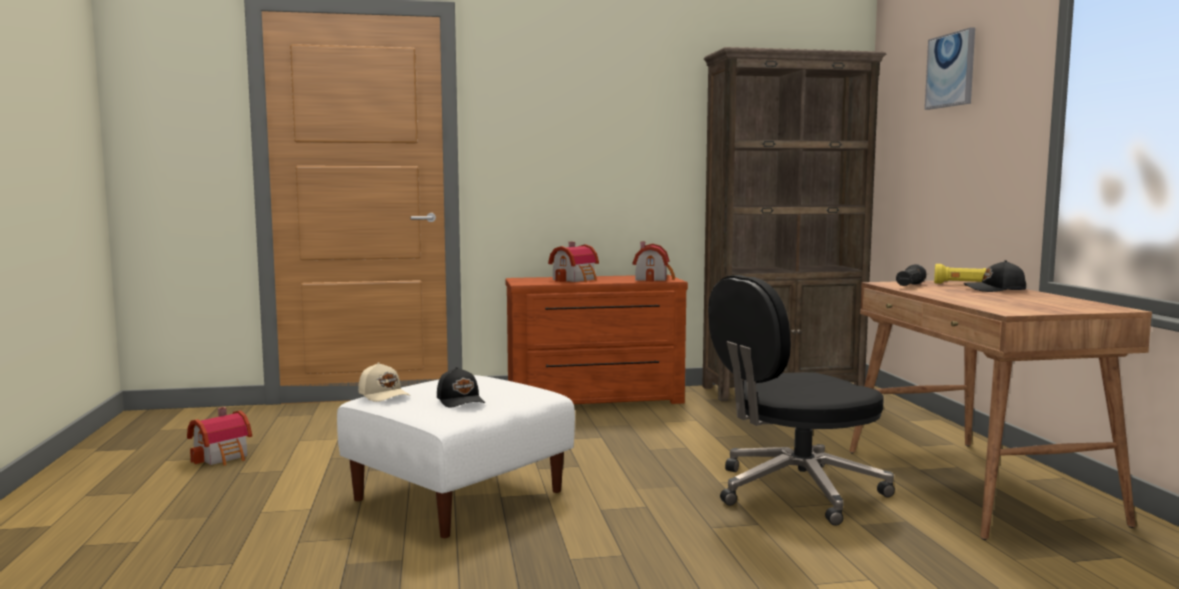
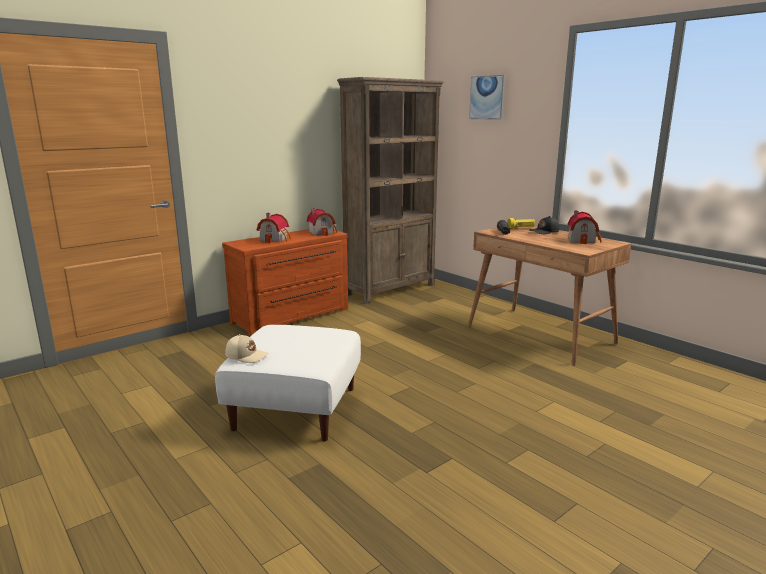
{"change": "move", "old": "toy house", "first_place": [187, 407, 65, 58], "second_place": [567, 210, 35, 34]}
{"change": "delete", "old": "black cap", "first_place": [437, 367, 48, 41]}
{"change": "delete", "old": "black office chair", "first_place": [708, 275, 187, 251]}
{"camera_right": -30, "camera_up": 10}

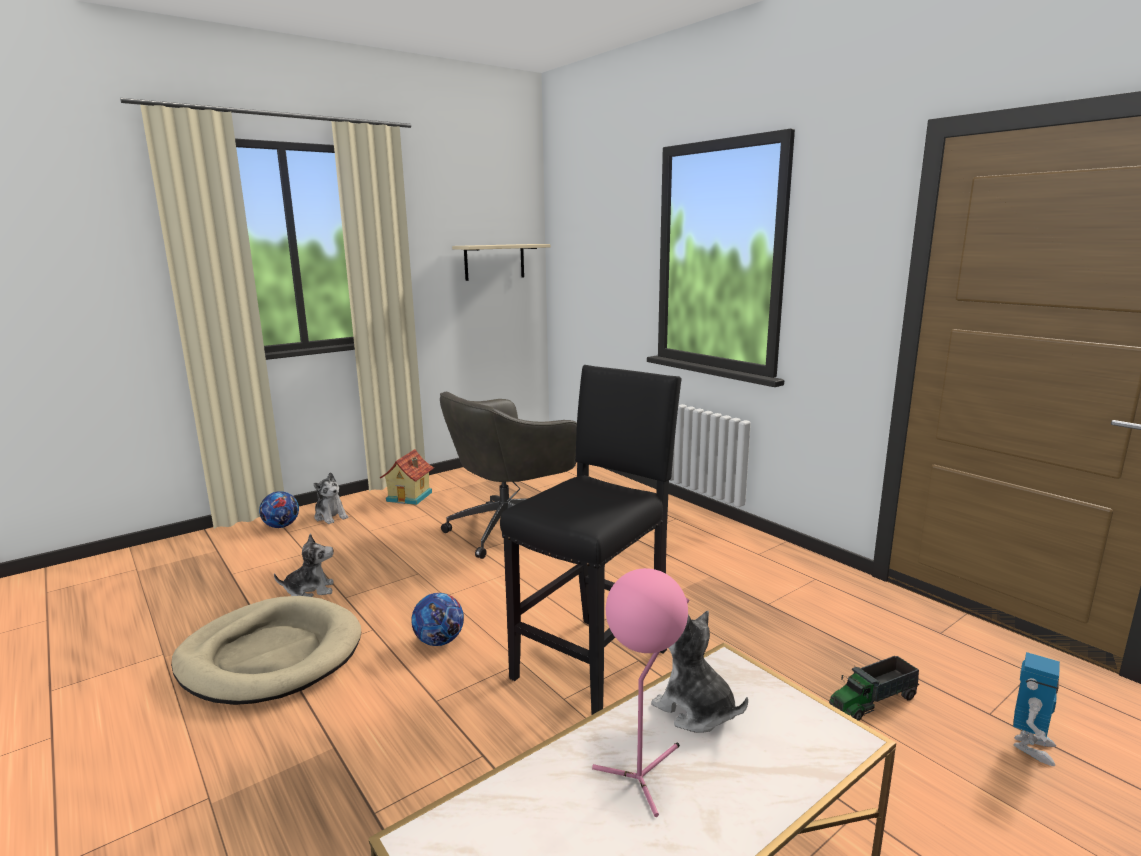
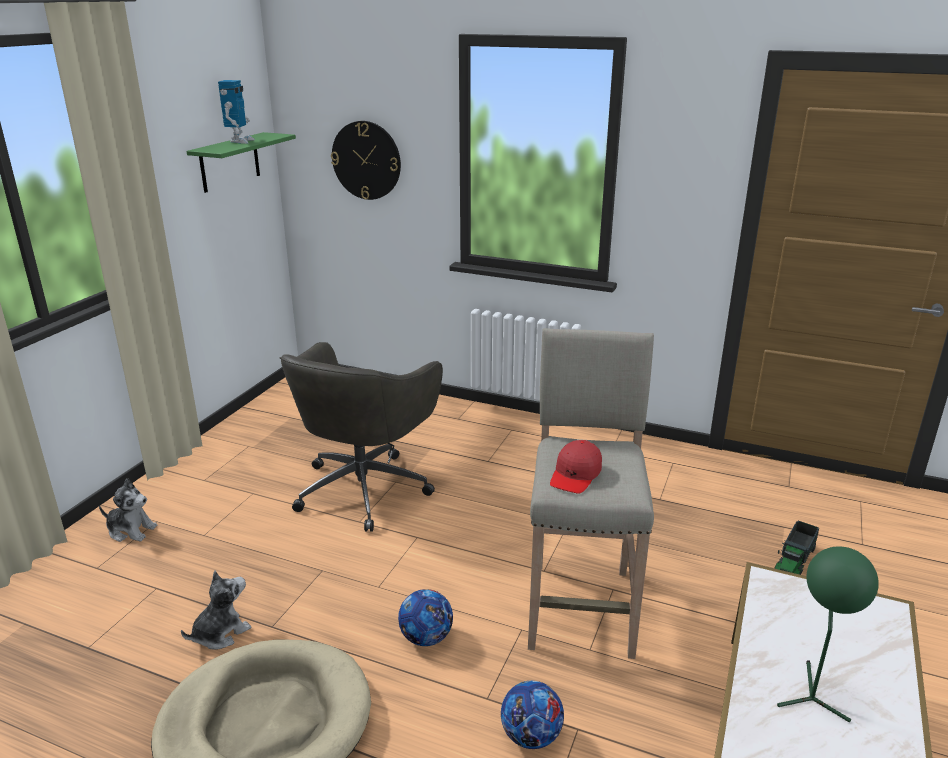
{"change": "recolor", "old": "beige shelf", "new": "green shelf", "first_place": [452, 244, 99, 37], "second_place": [187, 132, 109, 61]}
{"change": "move", "old": "toy robot", "first_place": [1013, 652, 47, 114], "second_place": [218, 80, 37, 64]}
{"change": "insert", "new": "wall clock", "second_place": [331, 121, 70, 79]}
{"change": "move", "old": "football", "first_place": [259, 491, 40, 37], "second_place": [501, 681, 63, 68]}
{"change": "recolor", "old": "black stool", "new": "beige stool", "first_place": [500, 365, 182, 350], "second_place": [528, 328, 126, 331]}
{"change": "insert", "new": "red cap", "second_place": [550, 440, 52, 54]}
{"change": "recolor", "old": "pink table lamp", "new": "green table lamp", "first_place": [592, 568, 97, 249], "second_place": [777, 547, 102, 176]}
{"change": "delete", "old": "toy house", "first_place": [380, 449, 54, 56]}
{"change": "delete", "old": "plush toy", "first_place": [651, 611, 97, 122]}
{"camera_right": -30, "camera_up": 10}

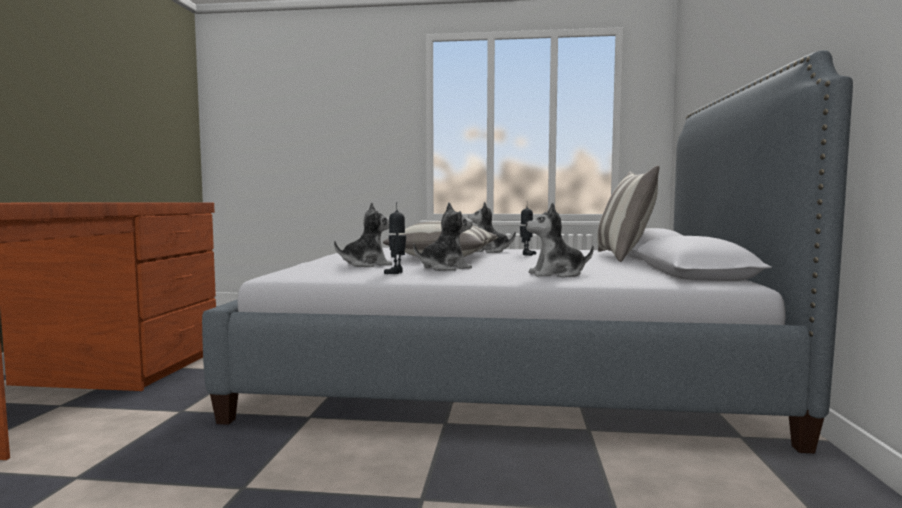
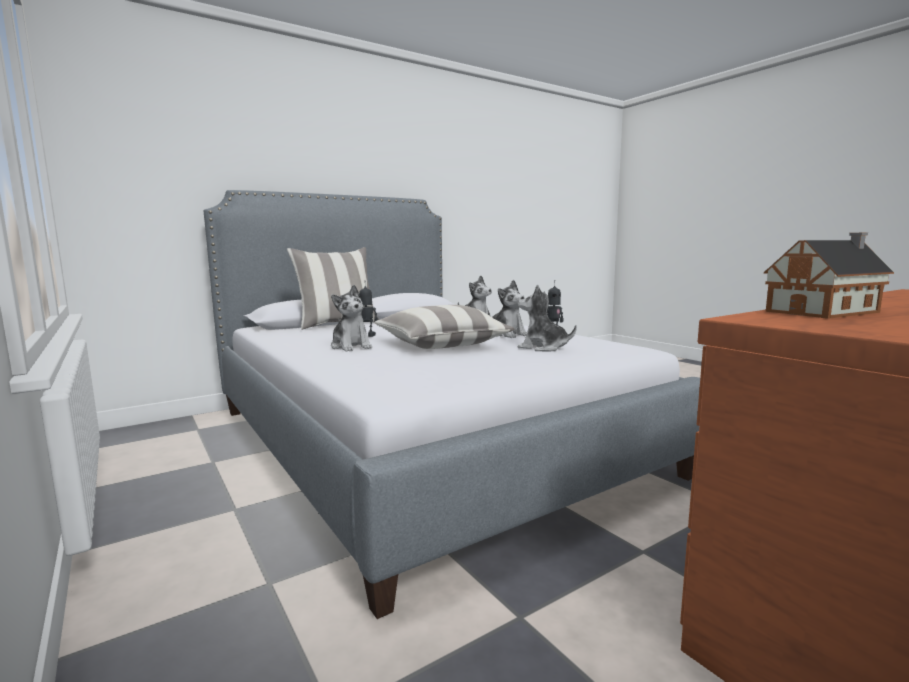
{"change": "rotate", "old": "plush toy", "first_place": [413, 202, 60, 69], "second_place": [488, 280, 39, 58], "degrees": -150}
{"change": "insert", "new": "toy house", "second_place": [764, 233, 130, 86]}
{"camera_right": -130, "camera_up": 5}

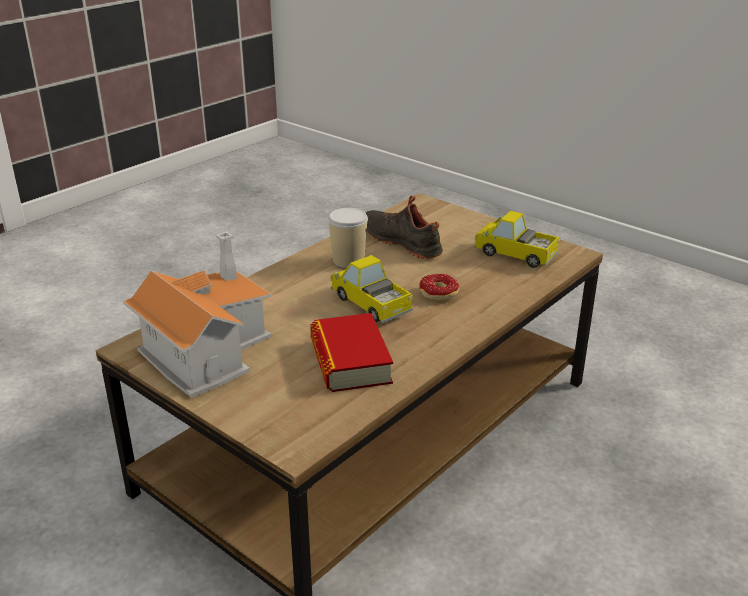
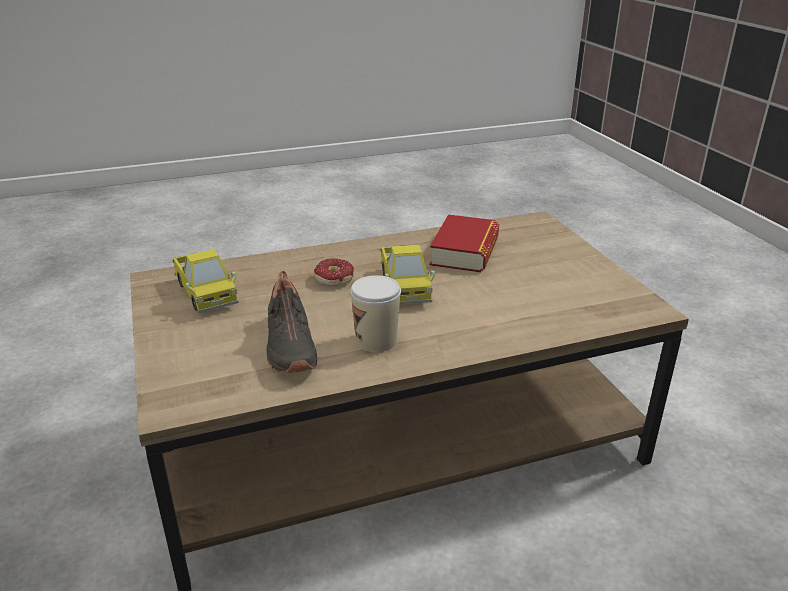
{"change": "delete", "old": "toy house", "first_place": [123, 232, 149, 166]}
{"camera_right": -150, "camera_up": 0}

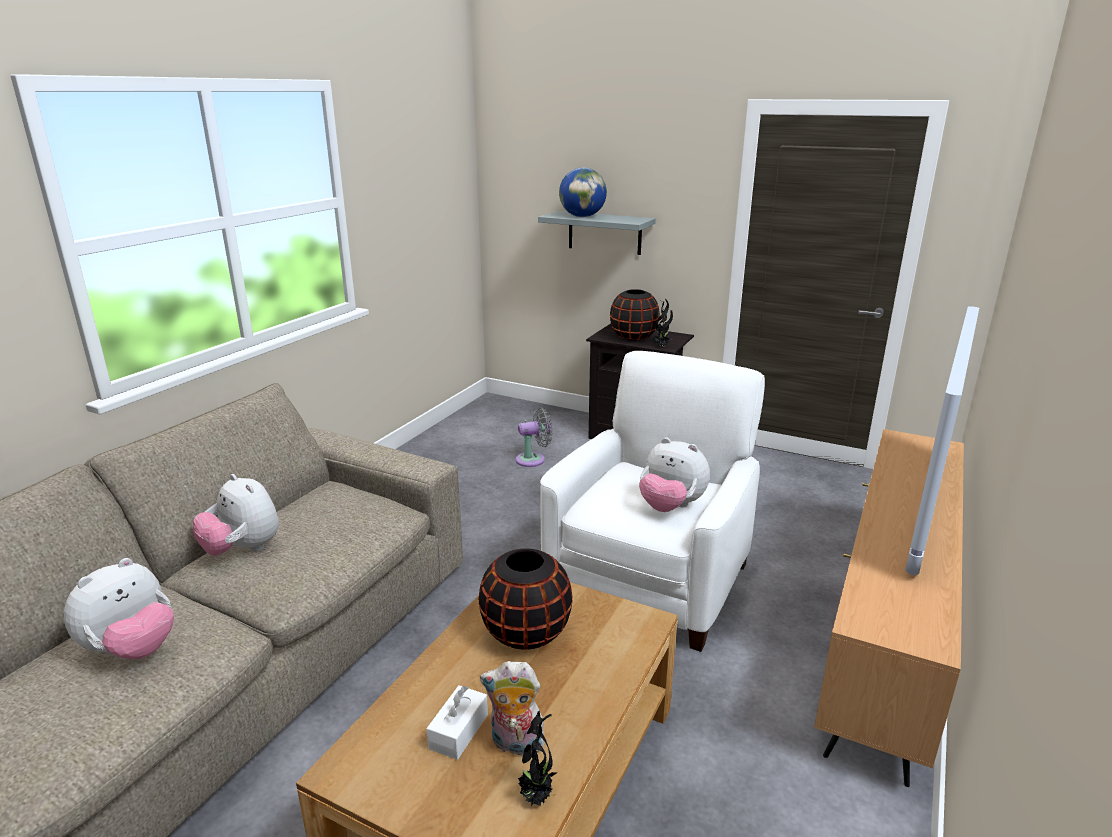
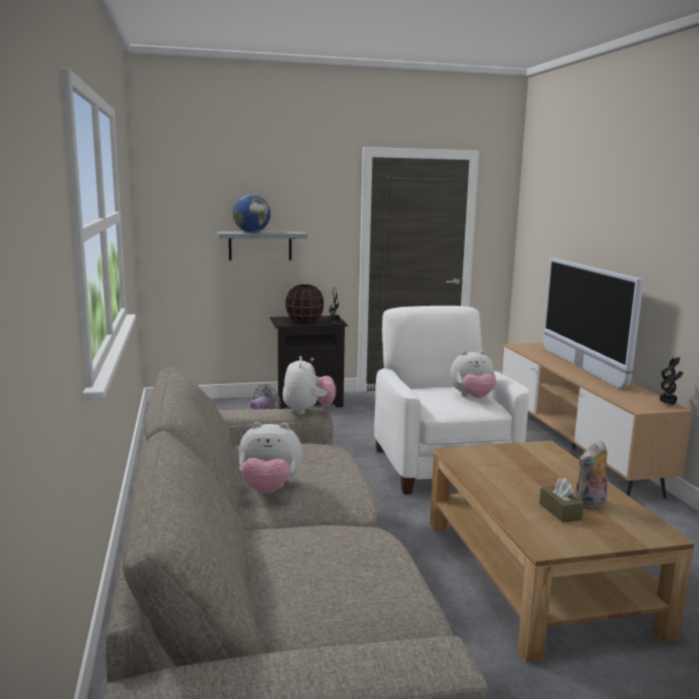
{"change": "move", "old": "plush toy", "first_place": [64, 558, 110, 101], "second_place": [282, 356, 54, 59]}
{"change": "recolor", "old": "white tissue box", "new": "brown tissue box", "first_place": [426, 685, 62, 75], "second_place": [539, 478, 45, 45]}
{"change": "move", "old": "potted plant", "first_place": [518, 710, 40, 96], "second_place": [660, 357, 23, 49]}
{"change": "delete", "old": "black vase", "first_place": [478, 548, 95, 102]}
{"camera_right": -40, "camera_up": -10}

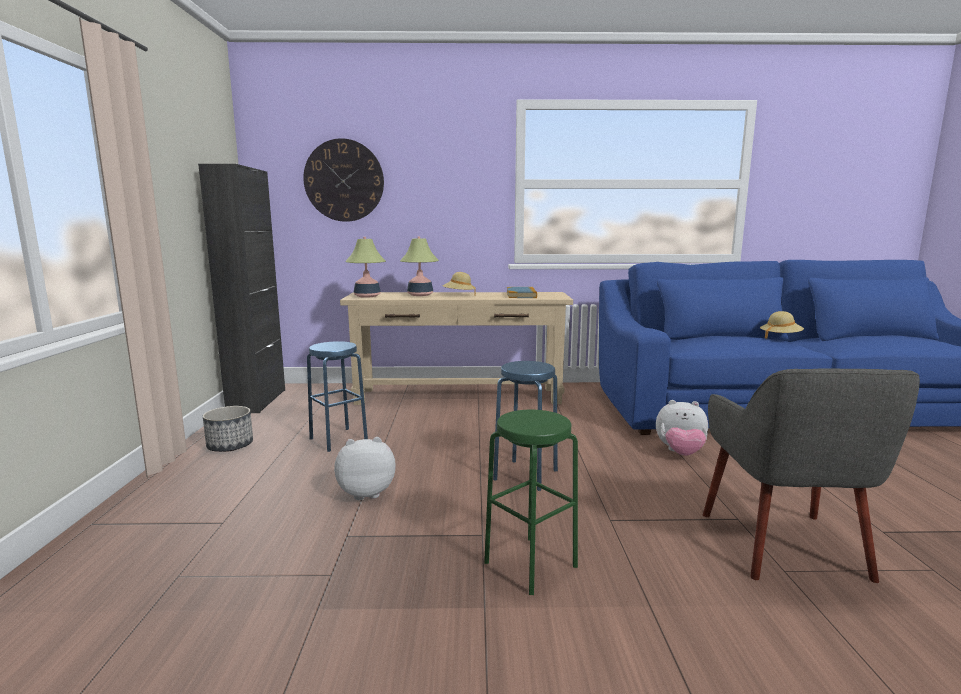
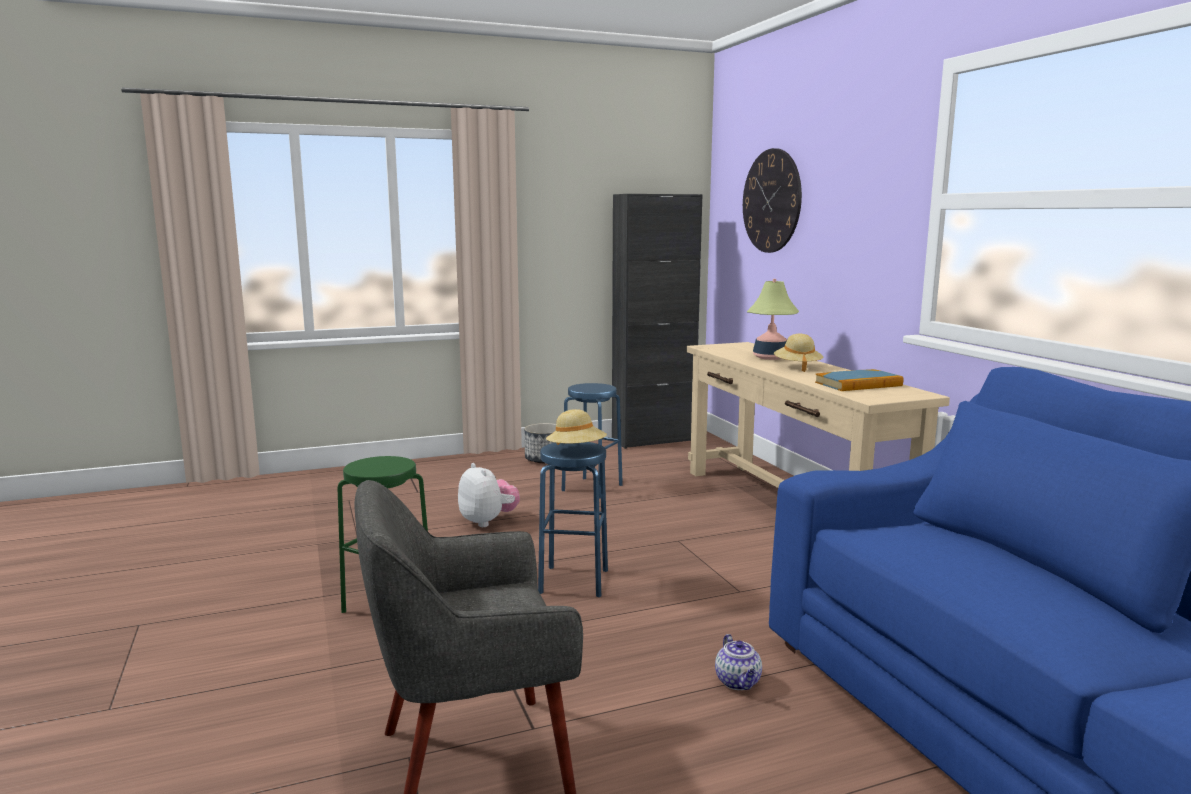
{"change": "move", "old": "beige hat", "first_place": [760, 311, 44, 28], "second_place": [546, 409, 61, 36]}
{"change": "replace", "old": "plush toy", "new": "teapot", "first_place": [656, 400, 52, 56], "second_place": [715, 634, 47, 56]}
{"change": "delete", "old": "table lamp", "first_place": [345, 237, 41, 61]}
{"camera_right": 70, "camera_up": 0}

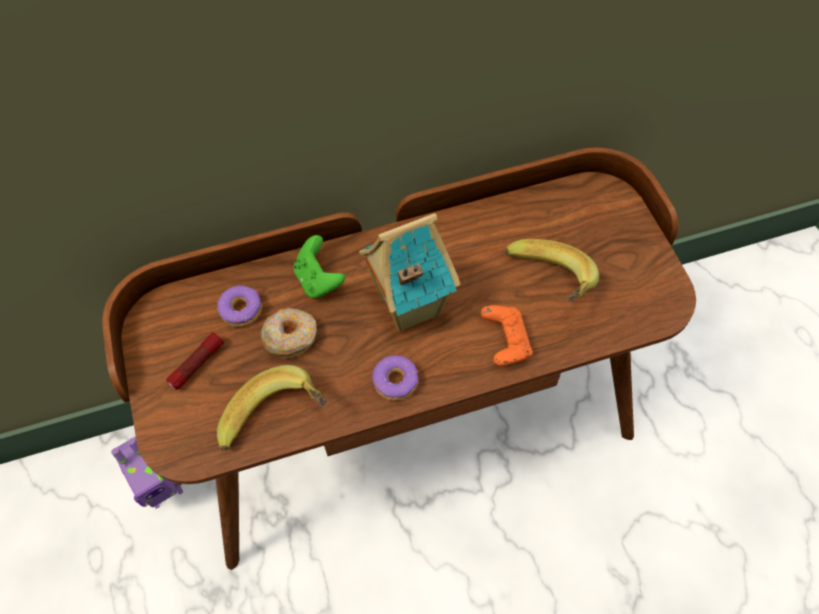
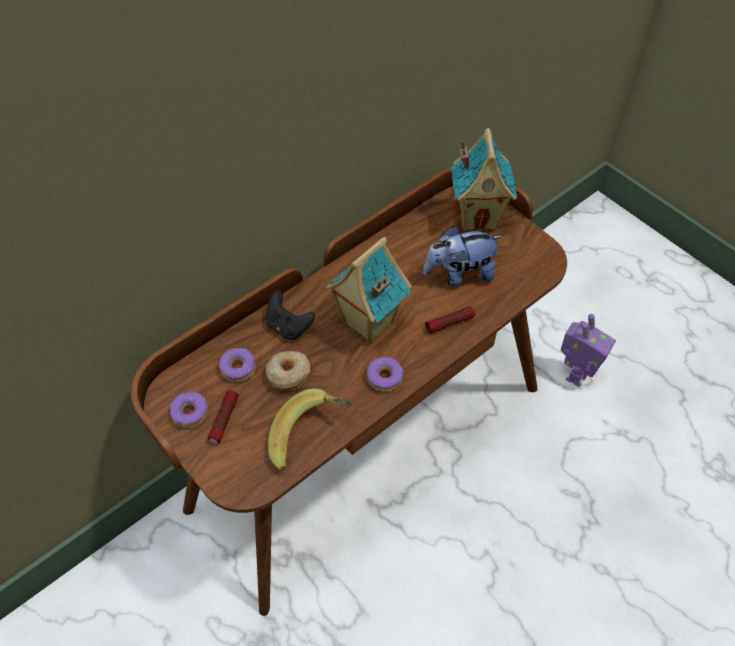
{"change": "insert", "new": "donut", "second_place": [170, 392, 38, 37]}
{"change": "recolor", "old": "green game controller", "new": "black game controller", "first_place": [294, 235, 51, 63], "second_place": [266, 291, 49, 49]}
{"change": "replace", "old": "banana", "new": "plush toy", "first_place": [505, 239, 94, 63], "second_place": [423, 226, 80, 61]}
{"change": "replace", "old": "orange game controller", "new": "flashlight", "first_place": [480, 305, 53, 61], "second_place": [425, 306, 50, 28]}
{"change": "insert", "new": "toy house", "second_place": [451, 128, 66, 104]}
{"change": "move", "old": "toy robot", "first_place": [111, 436, 72, 73], "second_place": [561, 314, 55, 73]}
{"camera_right": -25, "camera_up": -5}

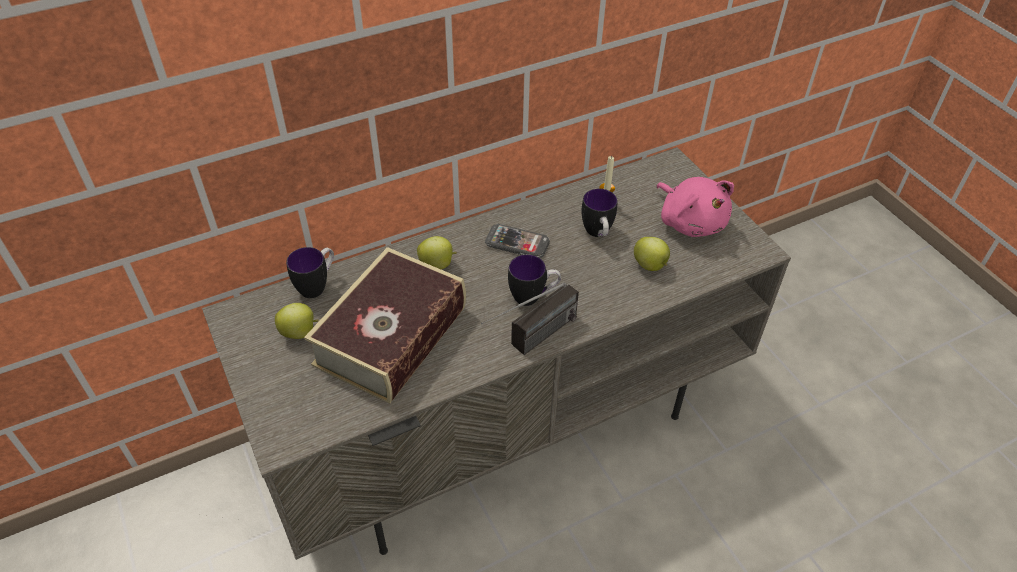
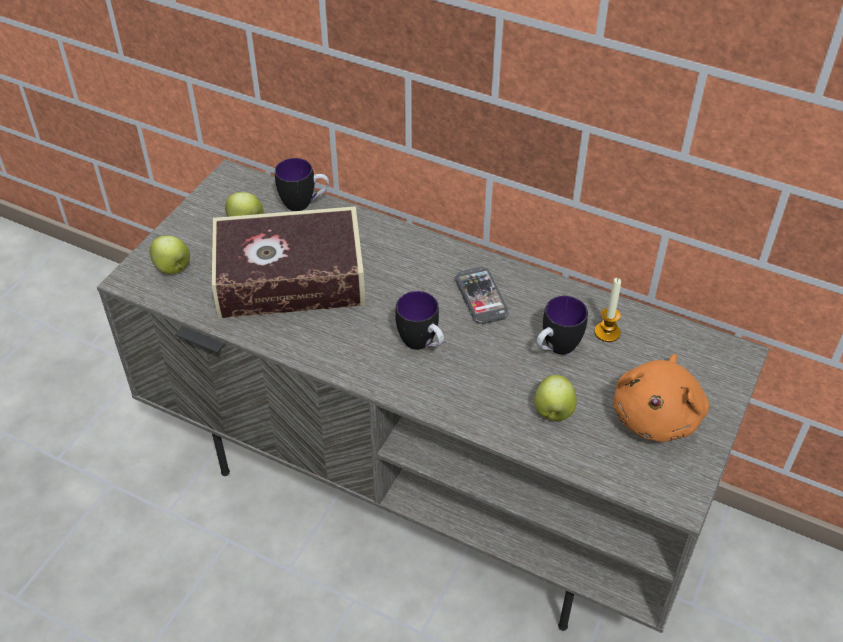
{"change": "move", "old": "apple", "first_place": [417, 236, 40, 33], "second_place": [149, 236, 41, 38]}
{"change": "recolor", "old": "pink plush toy", "new": "orange plush toy", "first_place": [656, 177, 78, 60], "second_place": [614, 354, 95, 88]}
{"change": "delete", "old": "radio", "first_place": [481, 283, 98, 72]}
{"camera_right": 55, "camera_up": 0}

